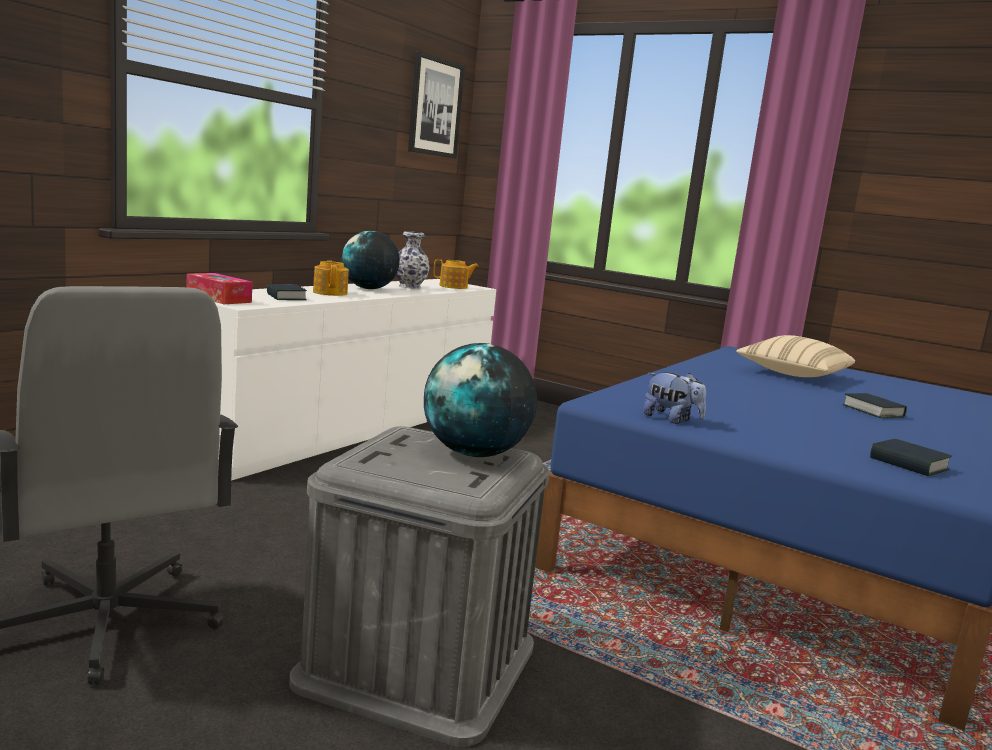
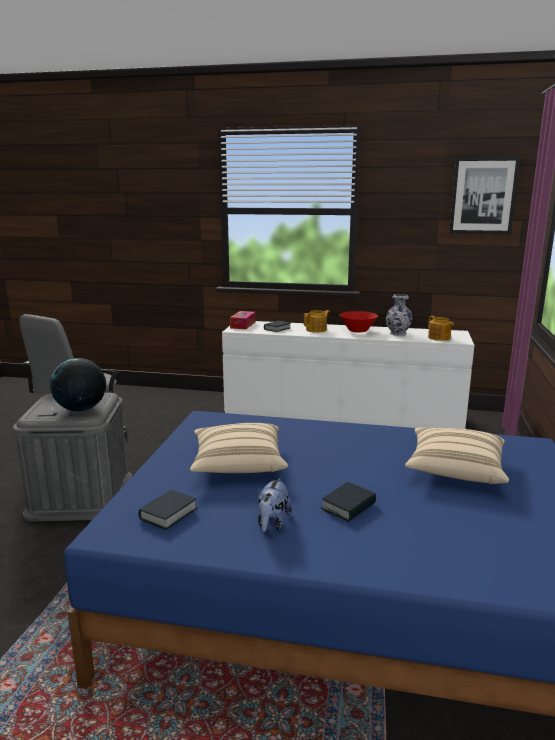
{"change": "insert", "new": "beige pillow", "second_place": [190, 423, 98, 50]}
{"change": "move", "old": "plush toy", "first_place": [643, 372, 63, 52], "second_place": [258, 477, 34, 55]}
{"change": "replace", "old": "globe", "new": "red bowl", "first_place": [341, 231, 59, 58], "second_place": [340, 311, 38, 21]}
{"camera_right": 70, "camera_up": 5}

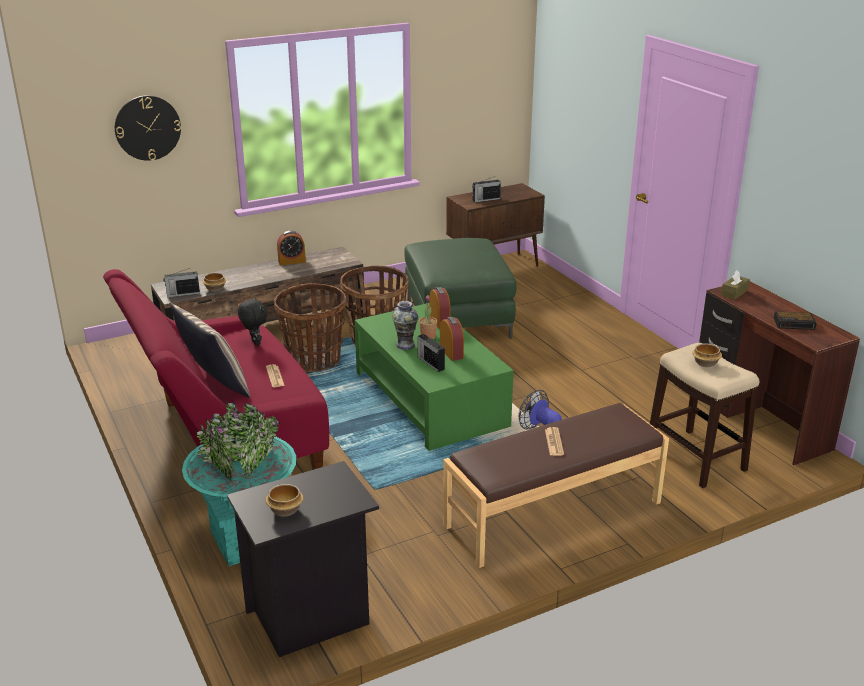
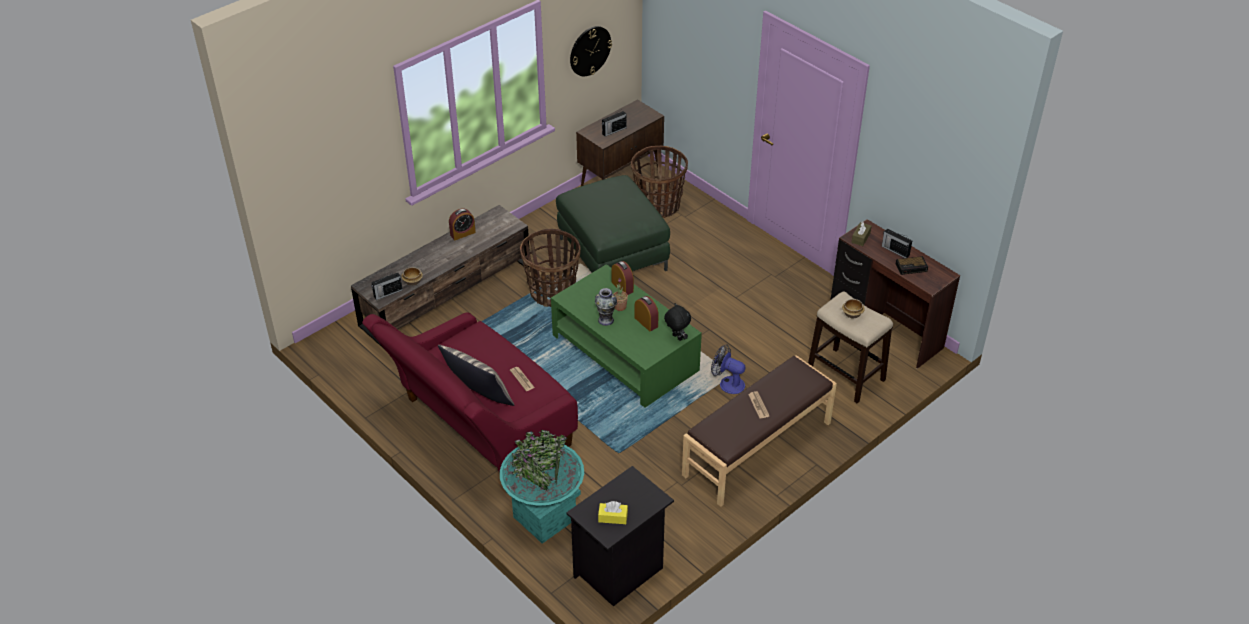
{"change": "move", "old": "wall clock", "first_place": [115, 95, 66, 66], "second_place": [570, 26, 42, 50]}
{"change": "replace", "old": "bowl", "new": "yellow tissue box", "first_place": [266, 484, 37, 33], "second_place": [598, 501, 30, 23]}
{"change": "move", "old": "basket", "first_place": [274, 283, 72, 89], "second_place": [631, 146, 57, 72]}
{"change": "move", "old": "black plush toy", "first_place": [238, 297, 29, 49], "second_place": [664, 303, 27, 38]}
{"change": "move", "old": "radio", "first_place": [418, 334, 27, 38], "second_place": [882, 229, 30, 29]}
{"camera_right": -15, "camera_up": 15}

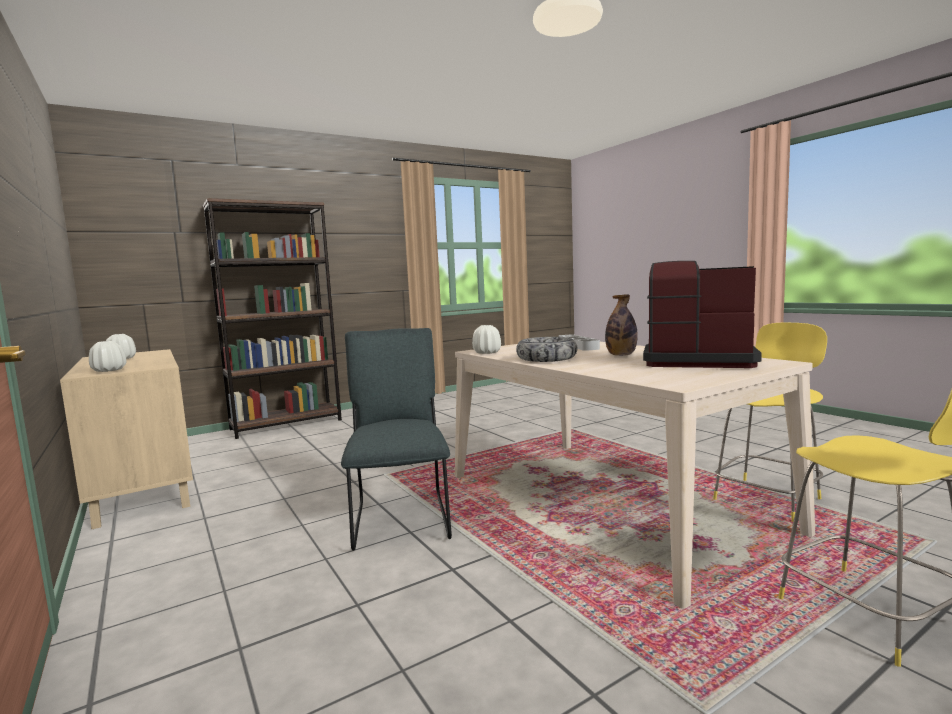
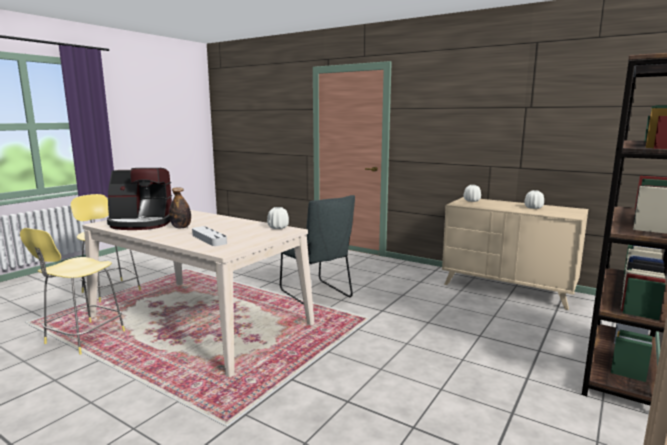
{"change": "delete", "old": "bowl", "first_place": [516, 337, 61, 25]}
{"camera_right": 155, "camera_up": 5}

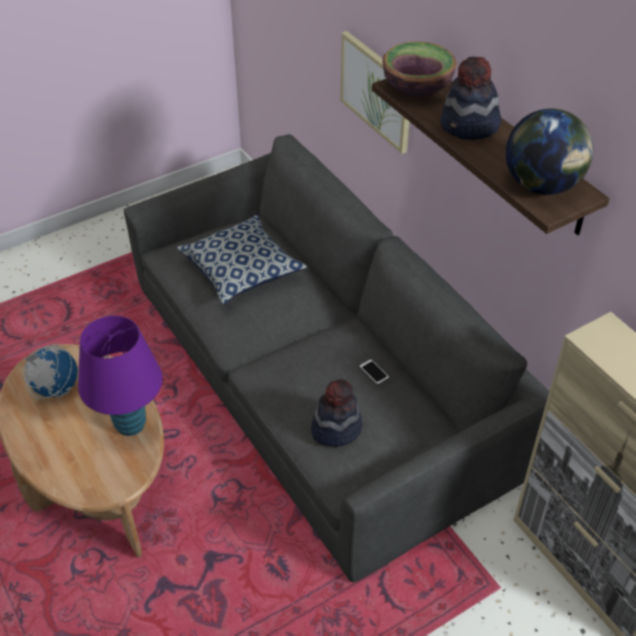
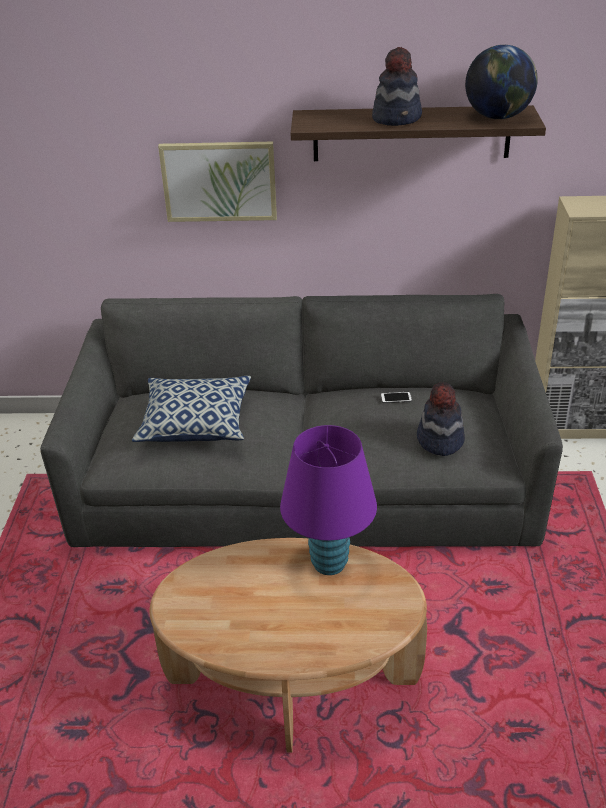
{"change": "delete", "old": "globe", "first_place": [23, 344, 55, 55]}
{"change": "delete", "old": "bowl", "first_place": [382, 41, 75, 56]}
{"camera_right": -55, "camera_up": -10}

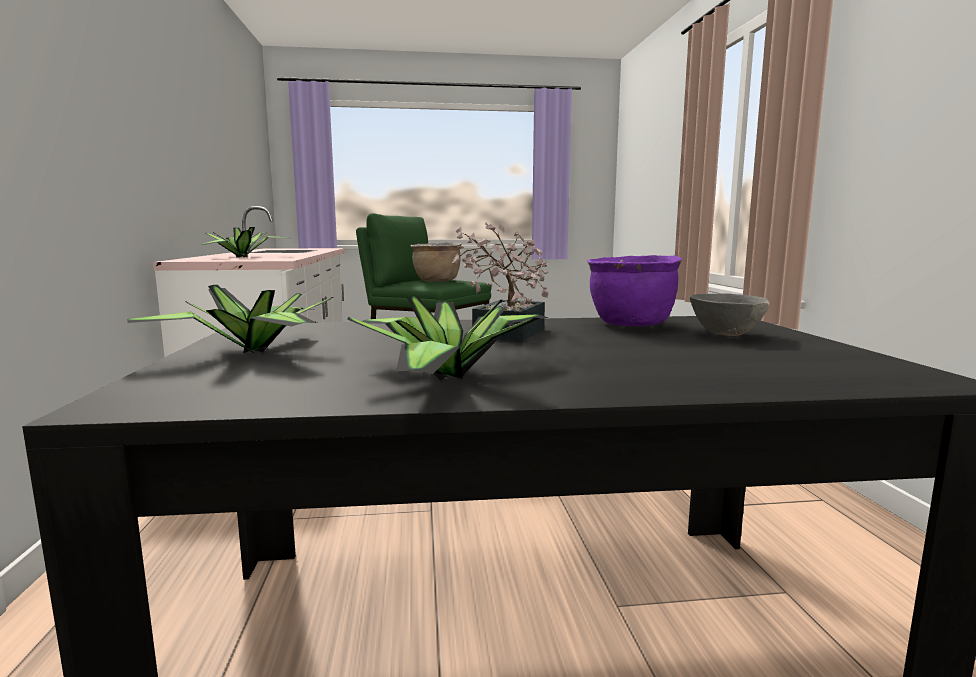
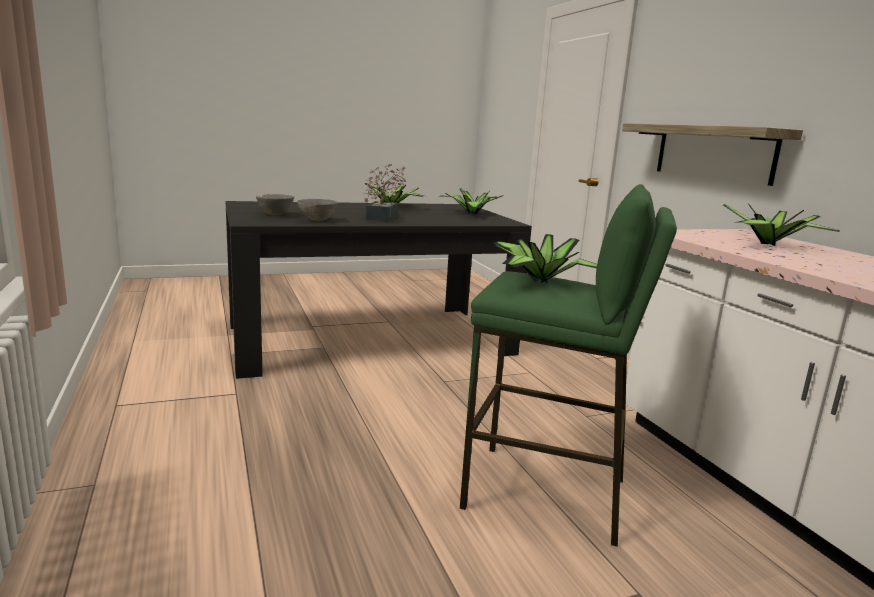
{"change": "replace", "old": "purple cooking pot", "new": "grey bowl", "first_place": [587, 255, 95, 71], "second_place": [297, 199, 40, 22]}
{"change": "replace", "old": "brown cooking pot", "new": "potted plant", "first_place": [410, 242, 52, 40], "second_place": [494, 234, 103, 49]}
{"change": "insert", "new": "shelf", "second_place": [622, 123, 181, 63]}
{"camera_right": 165, "camera_up": 5}

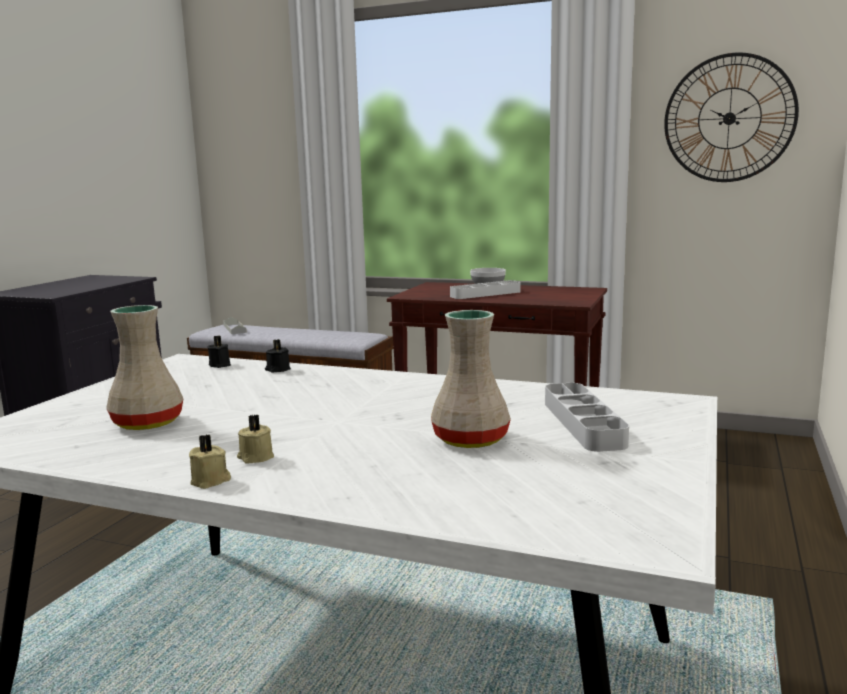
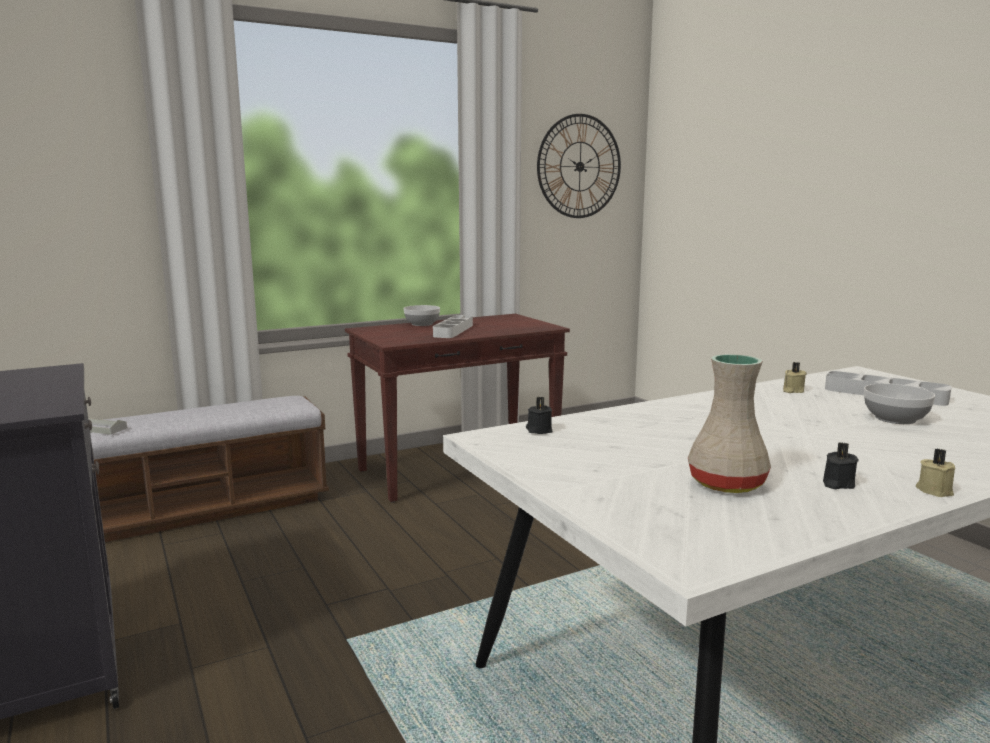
{"change": "move", "old": "beige candle", "first_place": [237, 415, 37, 49], "second_place": [783, 362, 24, 31]}
{"change": "move", "old": "black candle", "first_place": [265, 339, 26, 34], "second_place": [823, 442, 36, 47]}
{"change": "replace", "old": "beige vase", "new": "bowl", "first_place": [431, 310, 80, 138], "second_place": [864, 383, 71, 41]}
{"camera_right": -50, "camera_up": 0}

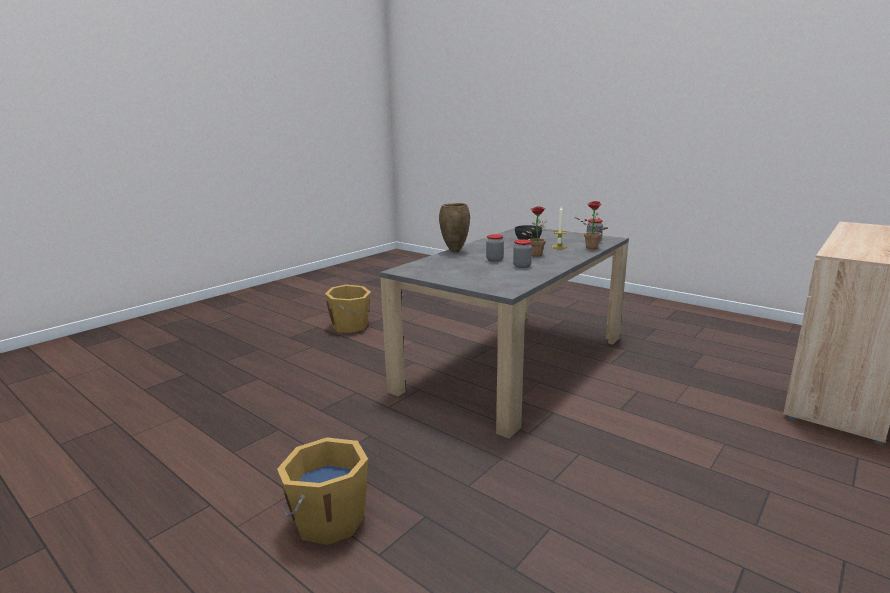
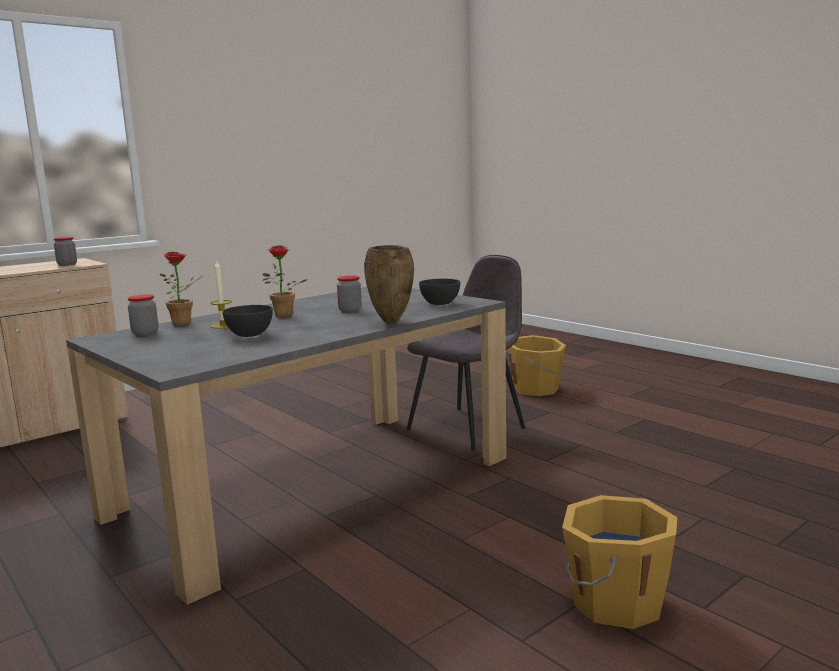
{"change": "move", "old": "jar", "first_place": [513, 239, 19, 29], "second_place": [54, 237, 23, 29]}
{"change": "insert", "new": "grey chair", "second_place": [407, 255, 118, 196]}
{"change": "insert", "new": "grey bowl", "second_place": [419, 279, 41, 26]}
{"camera_right": -170, "camera_up": -5}

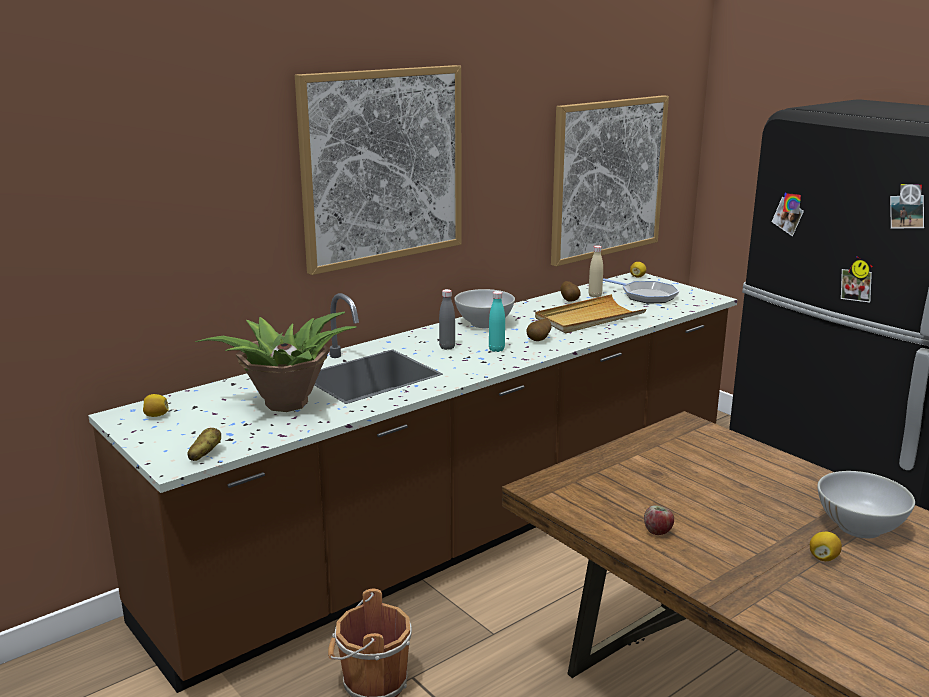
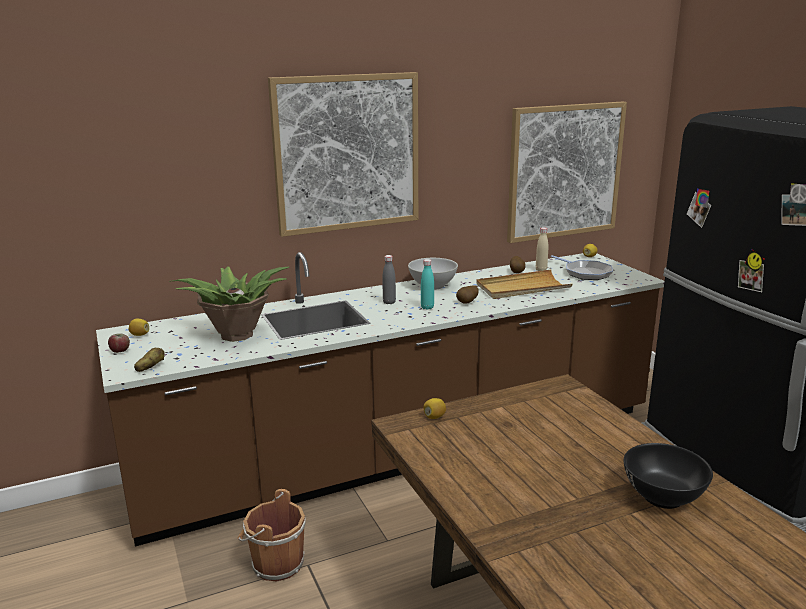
{"change": "move", "old": "apple", "first_place": [644, 505, 30, 30], "second_place": [108, 333, 22, 20]}
{"change": "move", "old": "lemon", "first_place": [810, 532, 32, 29], "second_place": [423, 398, 23, 21]}
{"change": "recolor", "old": "white bowl", "new": "black bowl", "first_place": [818, 471, 97, 67], "second_place": [624, 443, 89, 66]}
{"camera_right": 15, "camera_up": 0}

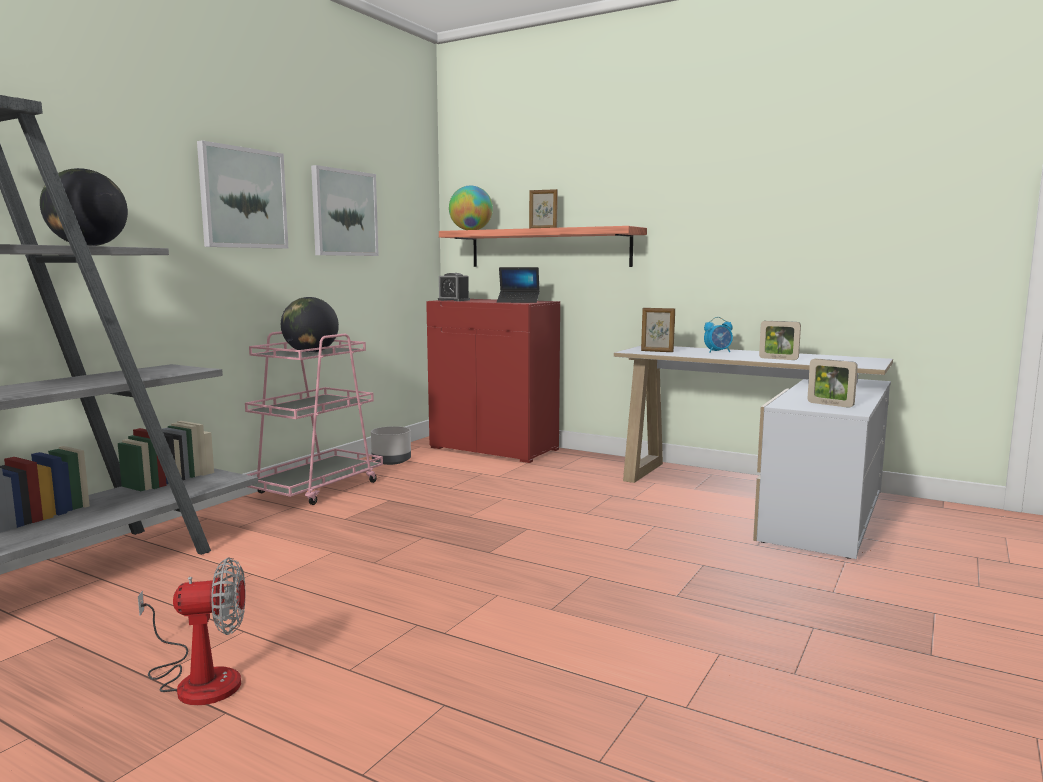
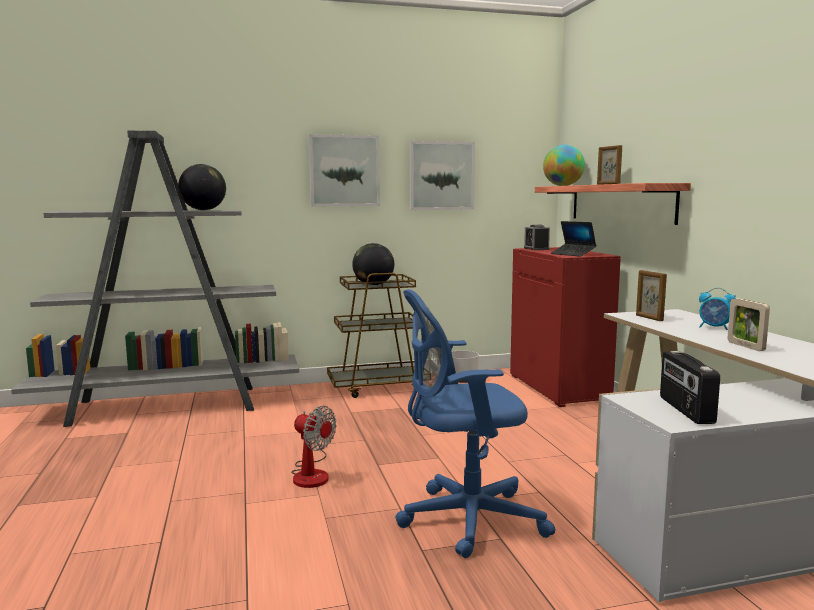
{"change": "move", "old": "fan", "first_place": [138, 558, 107, 147], "second_place": [291, 406, 46, 82]}
{"change": "recolor", "old": "pink cart", "new": "brown cart", "first_place": [245, 331, 138, 174], "second_place": [327, 273, 98, 125]}
{"change": "insert", "new": "blue office chair", "second_place": [395, 289, 160, 269]}
{"change": "replace", "old": "picture frame", "new": "radio", "first_place": [808, 358, 50, 50], "second_place": [660, 351, 60, 73]}
{"camera_right": 45, "camera_up": 0}

